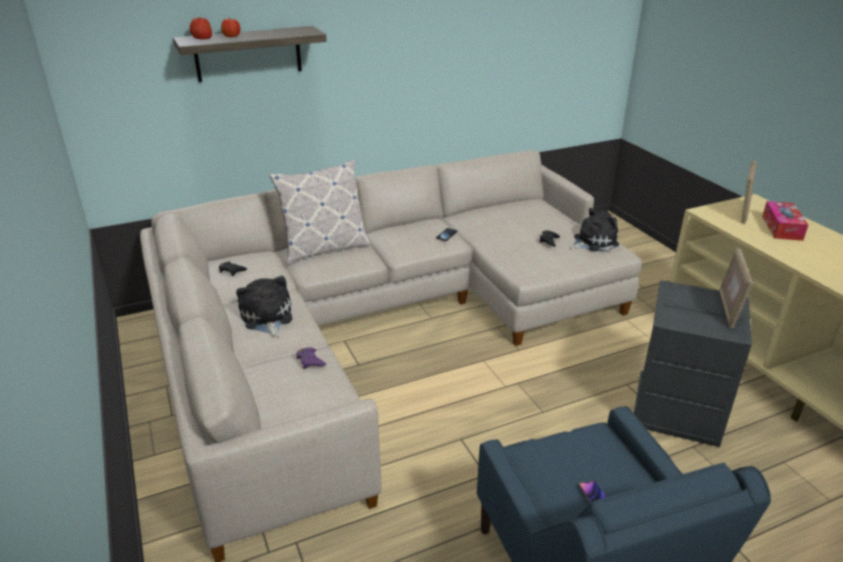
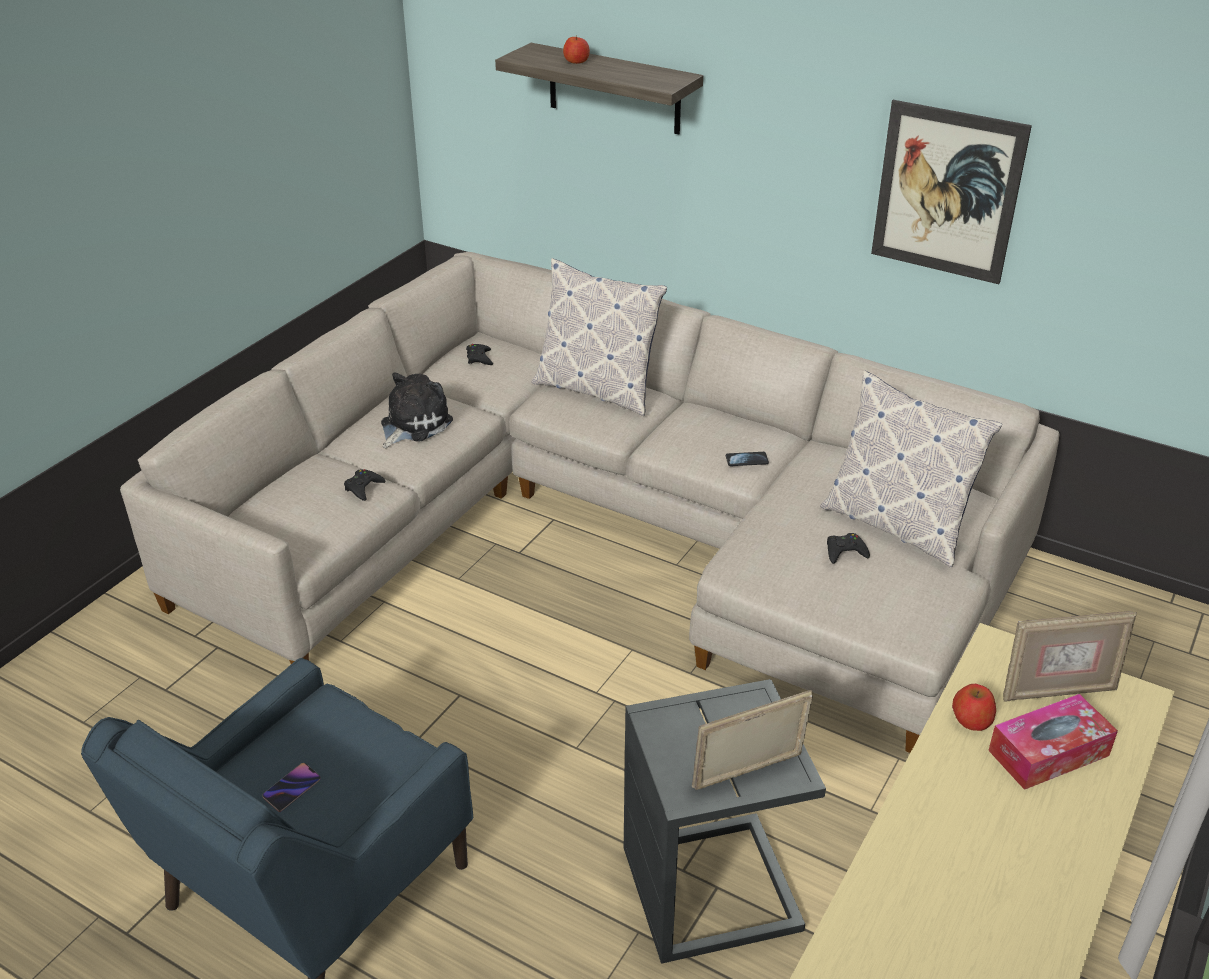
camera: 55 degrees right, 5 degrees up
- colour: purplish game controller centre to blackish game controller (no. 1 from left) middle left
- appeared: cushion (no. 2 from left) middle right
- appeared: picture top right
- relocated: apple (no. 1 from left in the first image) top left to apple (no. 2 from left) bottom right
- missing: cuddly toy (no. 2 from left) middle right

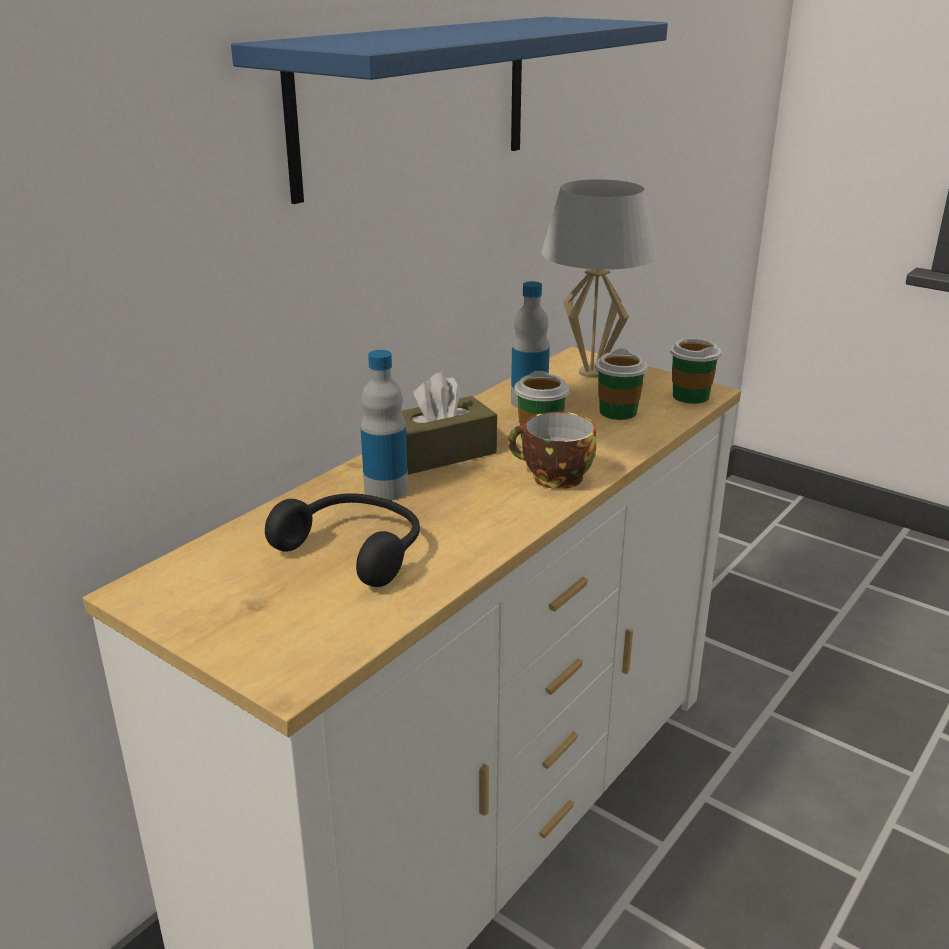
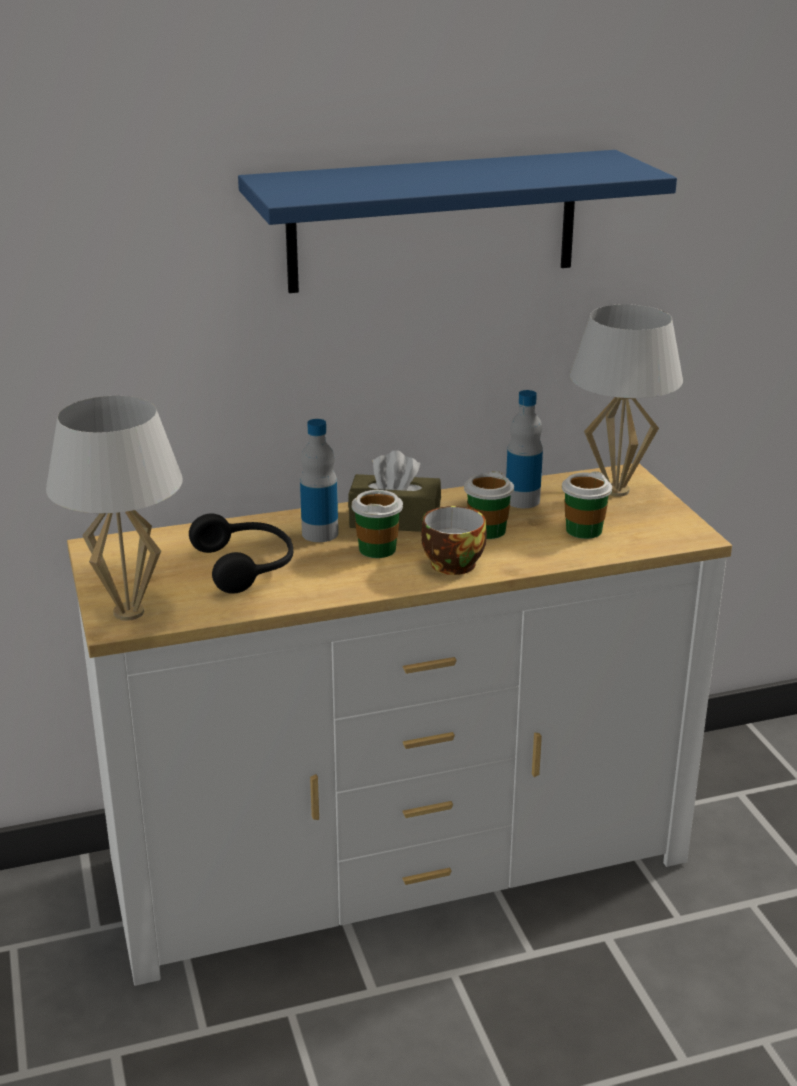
camera: 35 degrees right, 0 degrees up
- appeared: white-coloured table lamp (no. 1 from left) middle left
- relocated: cup (no. 4 from left in the first image) middle right to cup (no. 1 from left) centre

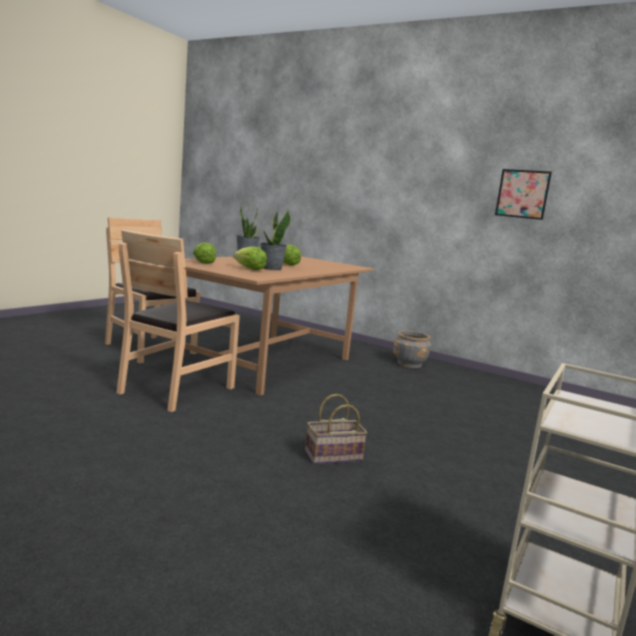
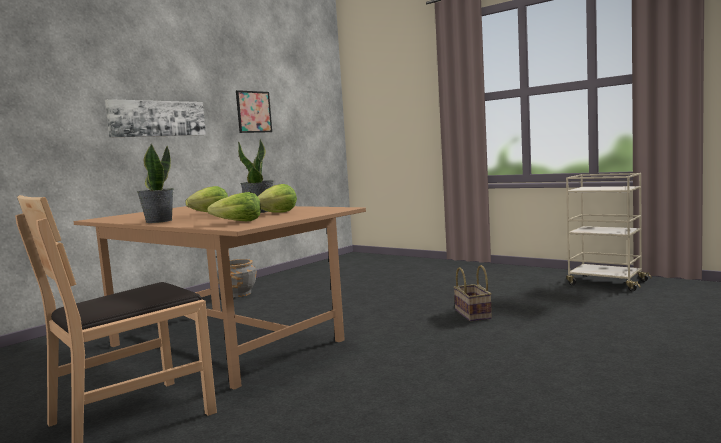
camera: 80 degrees left, 5 degrees down
- appeared: picture (no. 1 from left) top left
- missing: brown upright chair (no. 2 from left) middle left

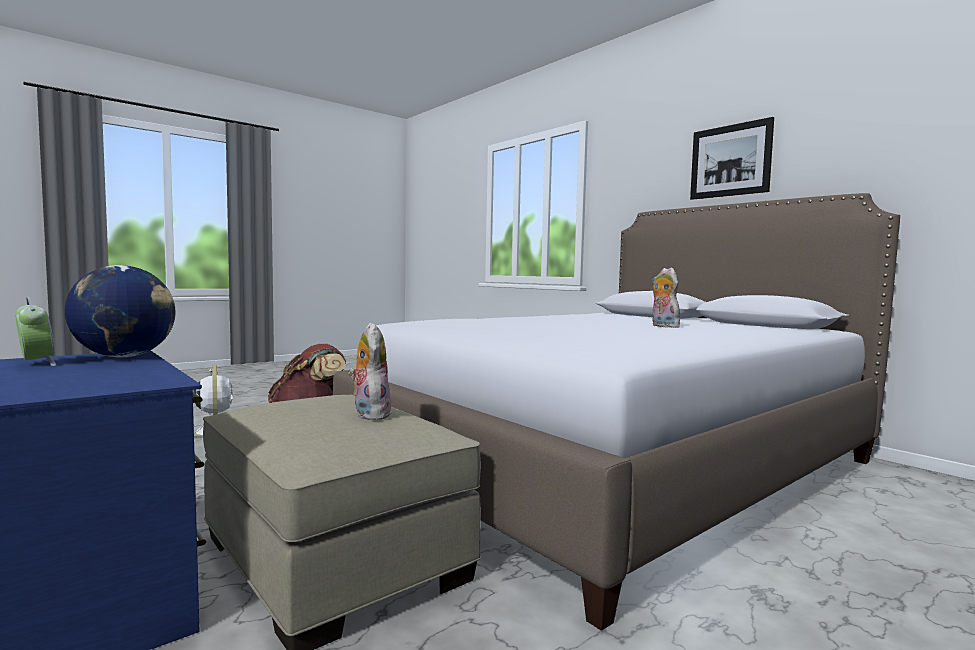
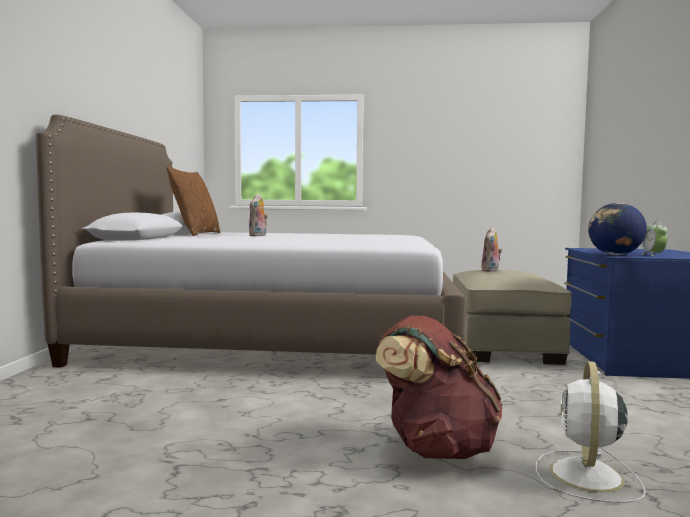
camera: 135 degrees left, 0 degrees up
- appeared: brown cushion middle left
- missing: picture top right

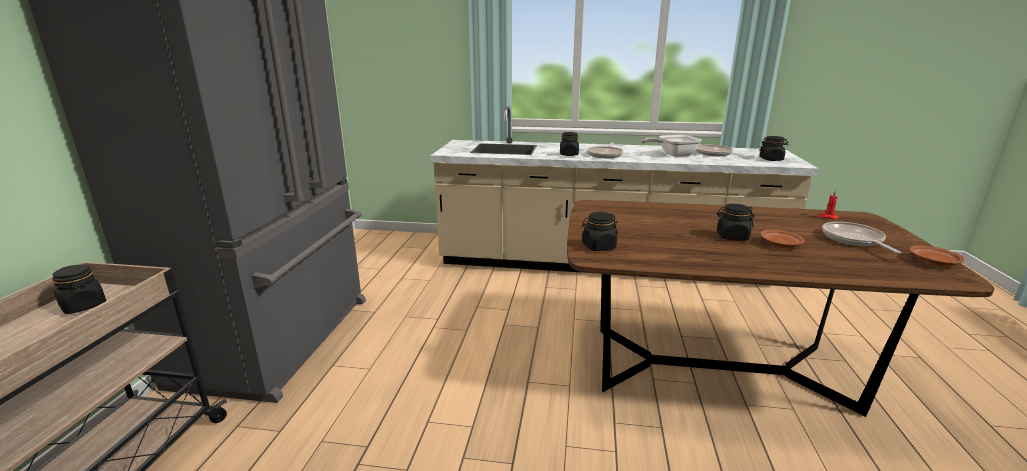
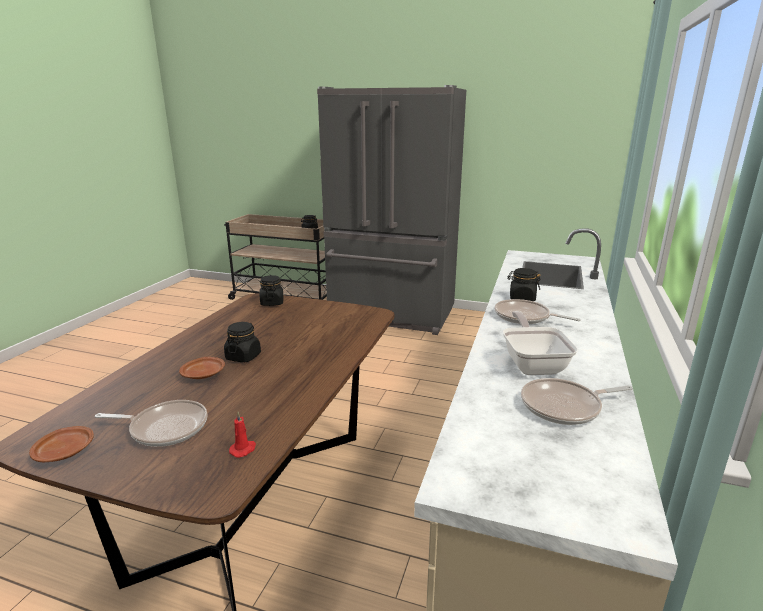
camera: 100 degrees right, 0 degrees up
- missing: blackish jar (no. 5 from left) top right

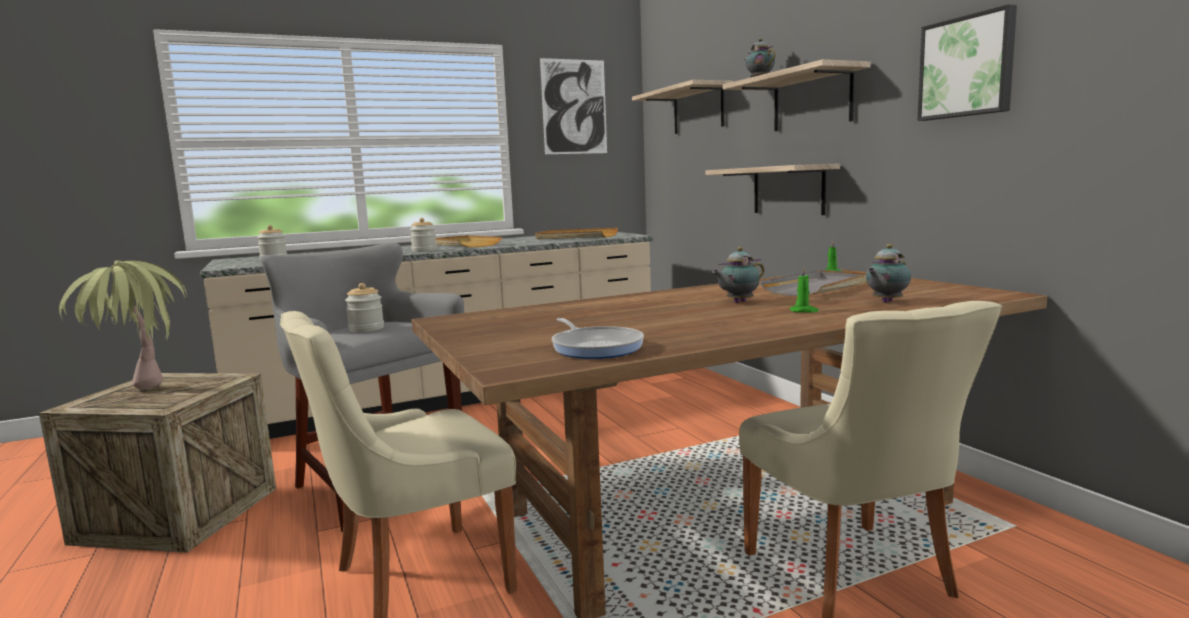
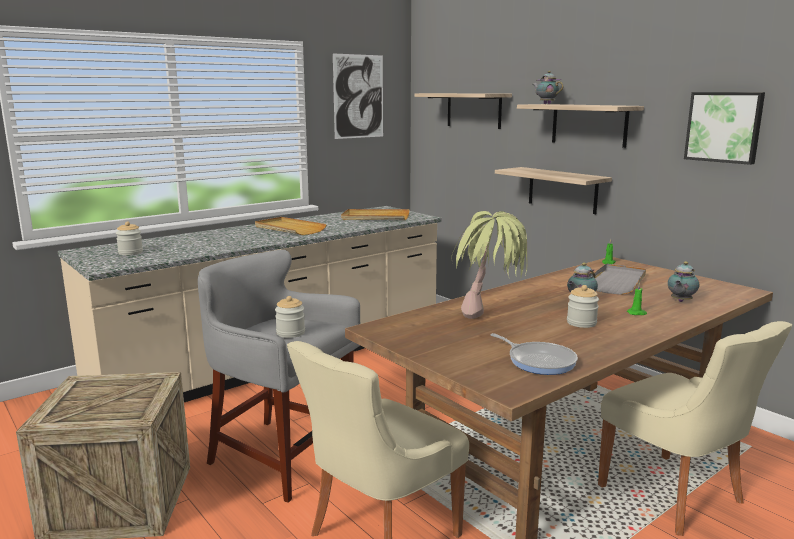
camera: 15 degrees left, 5 degrees up
- relocated: plant in a pot middle left to centre
- relocated: jar (no. 3 from left) centre to middle right

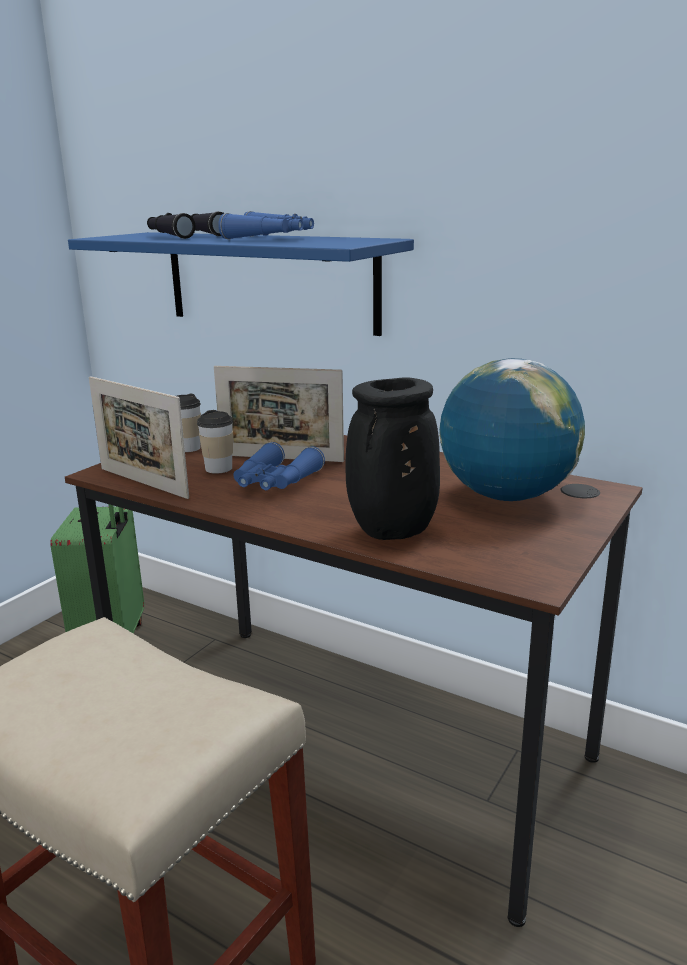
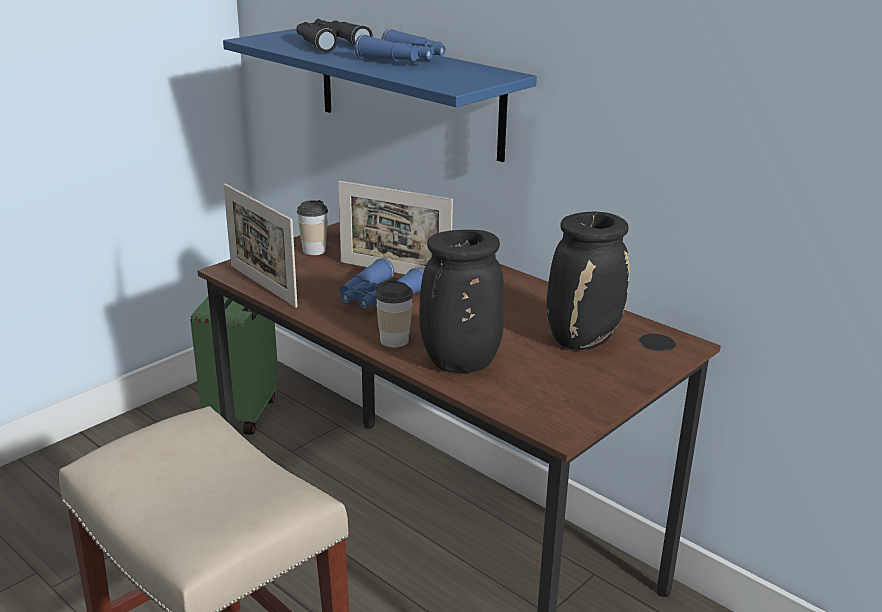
camera: 10 degrees right, 5 degrees up
- relocated: cup (no. 2 from left) middle left to centre
- exchanged: desk globe middle right to blackish vase (no. 2 from left) middle right

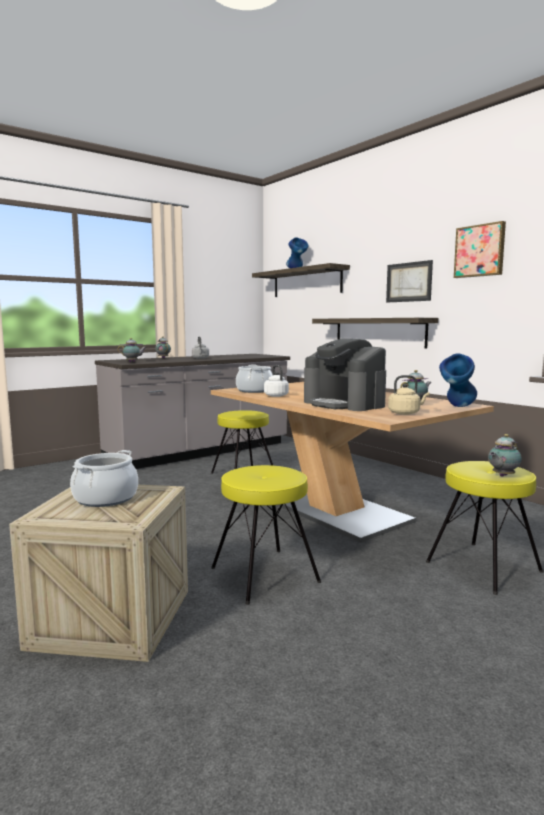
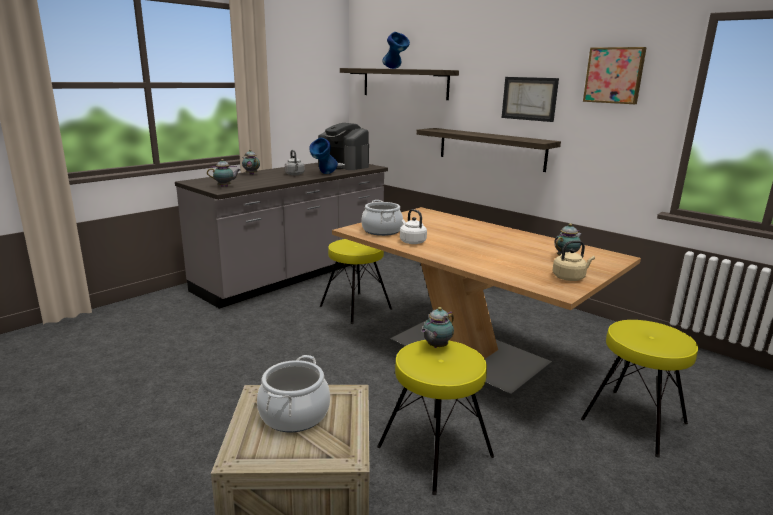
camera: 10 degrees left, 10 degrees up
- relocated: bluish vase (no. 2 from left in the first image) middle right to bluish vase (no. 1 from left) top centre
- relocated: coffee brewer centre to top centre
- relocated: teapot (no. 4 from left in the first image) middle right to teapot (no. 3 from left) centre

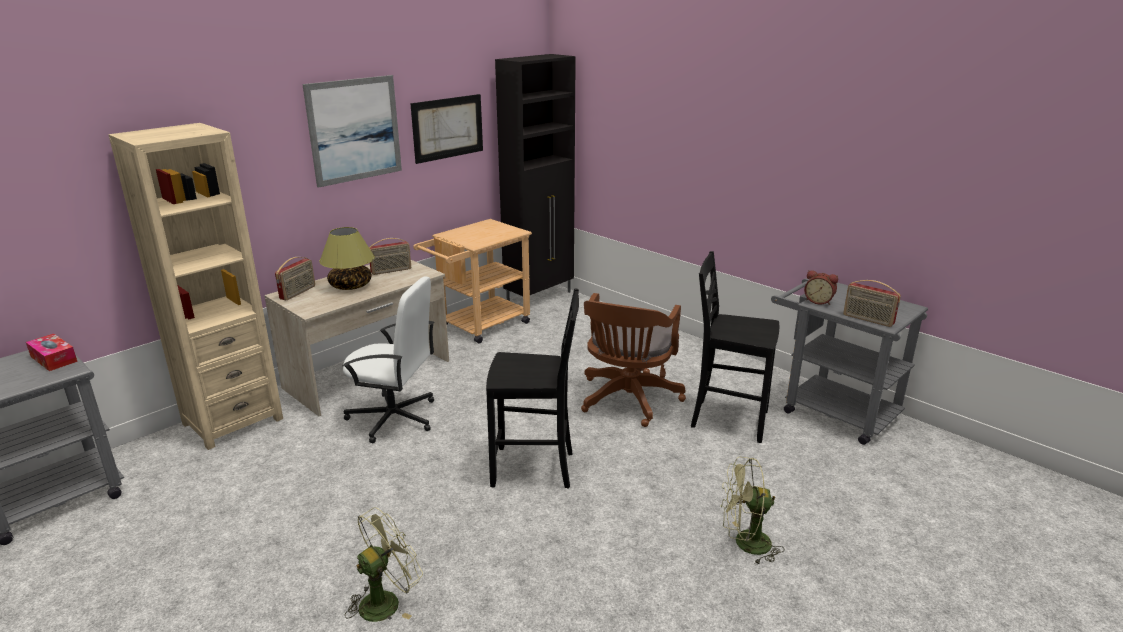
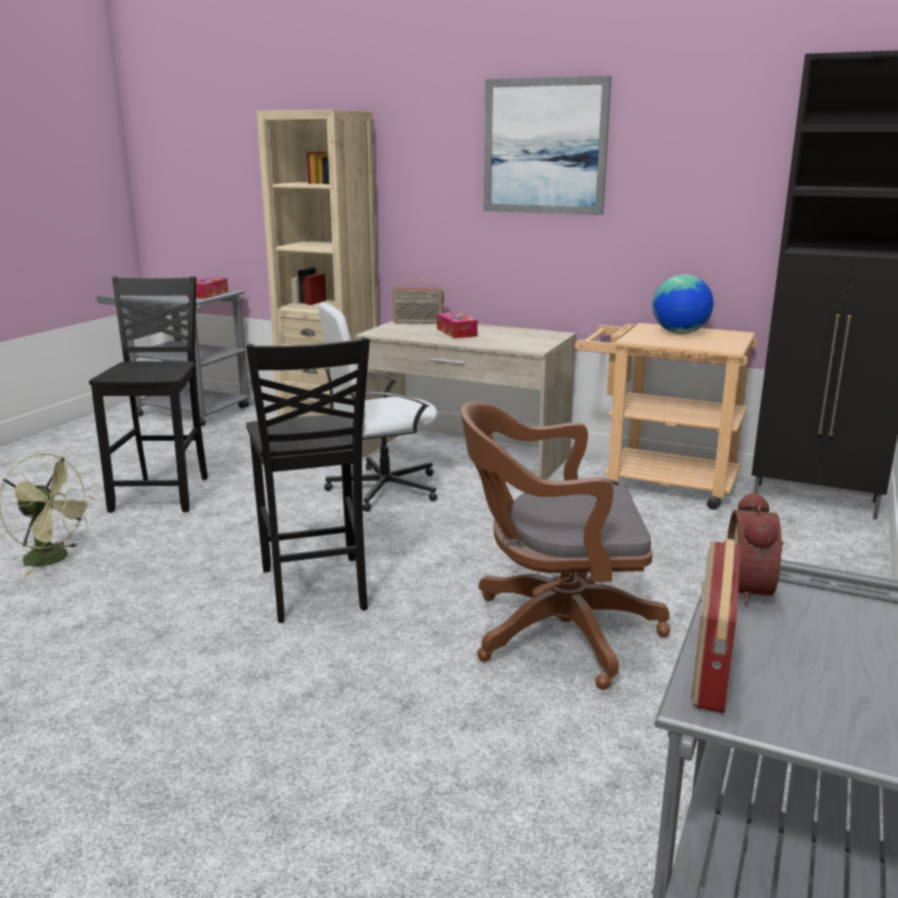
camera: 70 degrees right, 5 degrees down
- relocated: blackish upright chair (no. 2 from left in the first image) centre to blackish upright chair (no. 1 from left) middle left
- spun: white-coloured computer chair centre = centre 75 degrees clockwise
- exchanged: table lamp middle left to tissue box (no. 2 from left) centre
- appeared: desk globe middle right
- missing: radio set (no. 2 from left) centre
- missing: picture (no. 2 from left) top centre
- missing: greenish fan (no. 2 from left) bottom right

